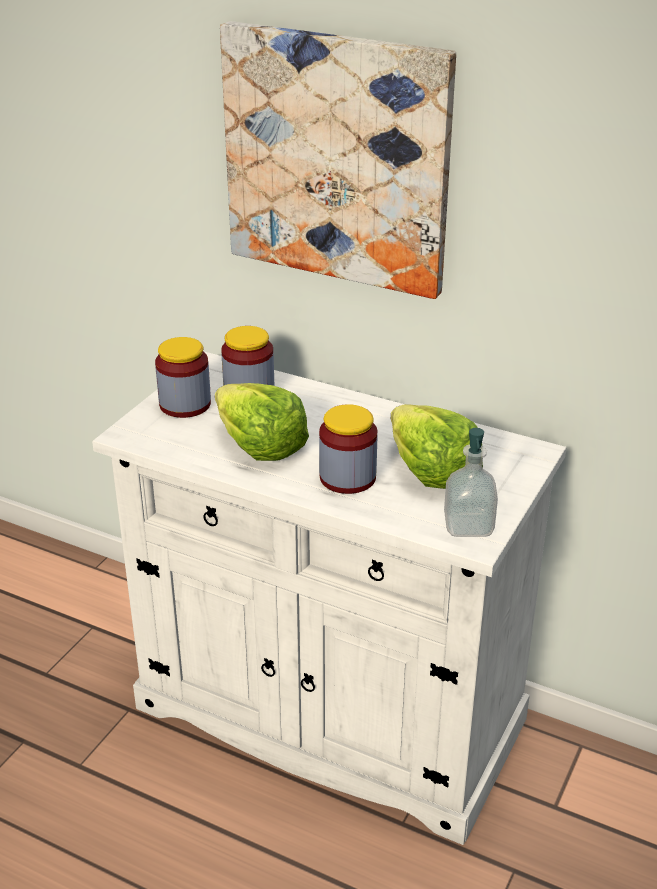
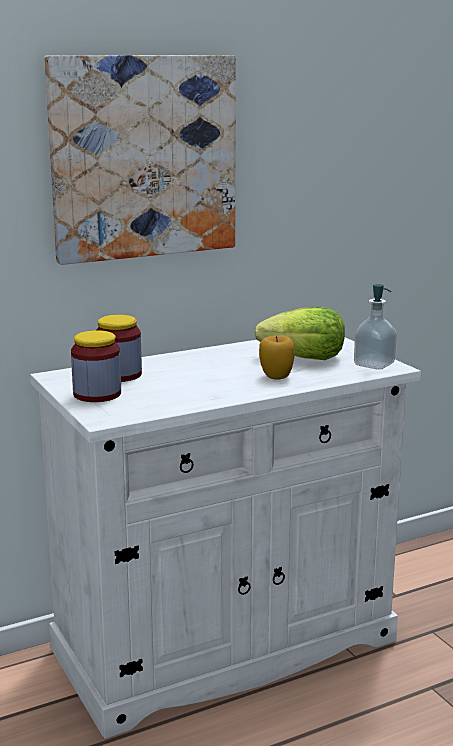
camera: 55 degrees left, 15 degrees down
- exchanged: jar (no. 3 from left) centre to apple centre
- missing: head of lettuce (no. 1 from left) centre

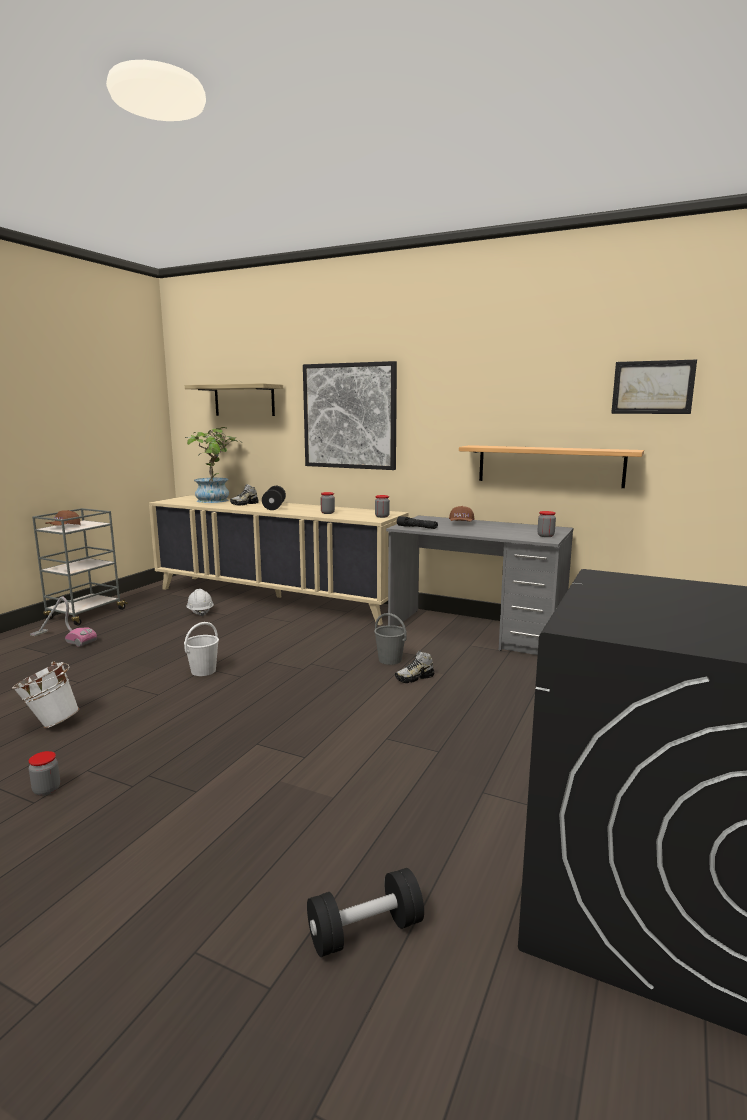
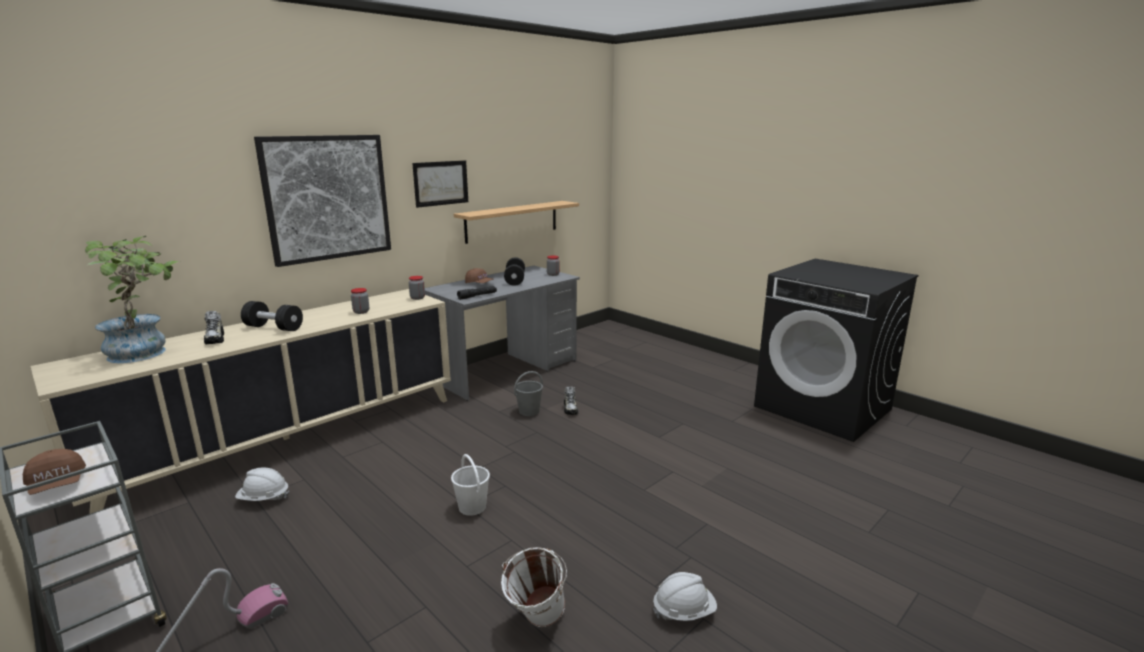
camera: 70 degrees left, 5 degrees up
- relocated: picture (no. 2 from left) middle right to top centre
- relocated: blackish free weight (no. 2 from left) bottom centre to centre
- exchanged: jar (no. 1 from left) bottom left to white-coloured safety helmet (no. 2 from left) bottom centre
- missing: shelf (no. 1 from left) middle left

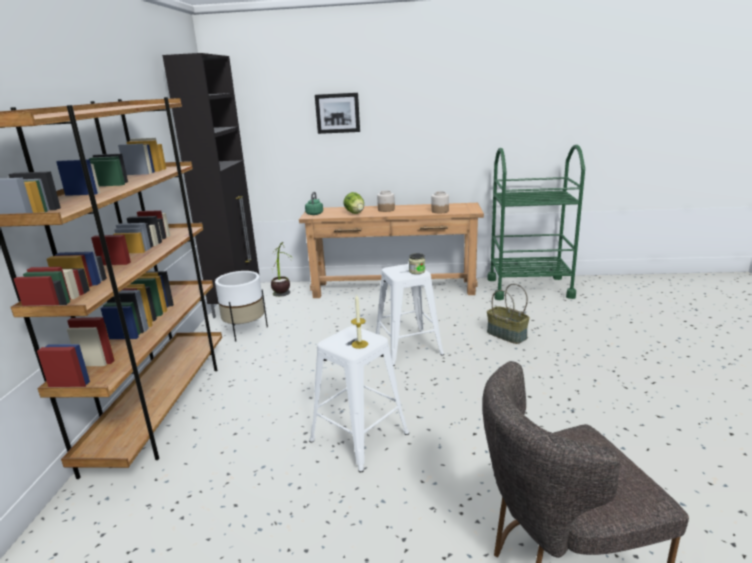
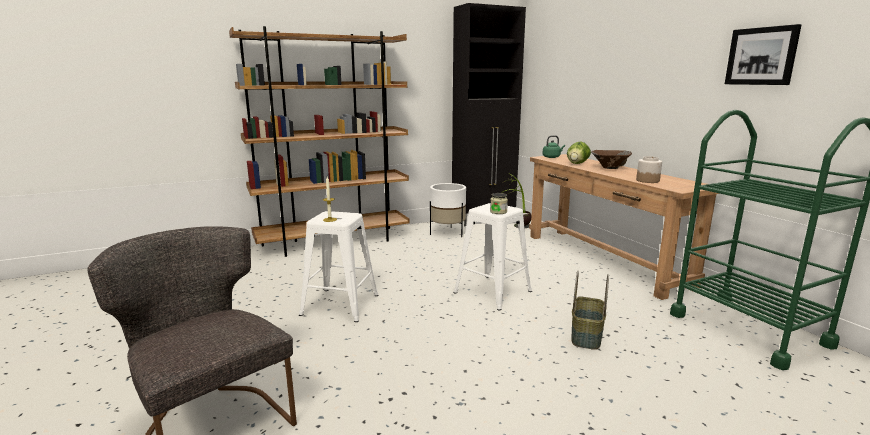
camera: 60 degrees right, 5 degrees down
- exchanged: jar (no. 1 from left) centre to brown deep dish middle right
- relocated: picture top centre to top right

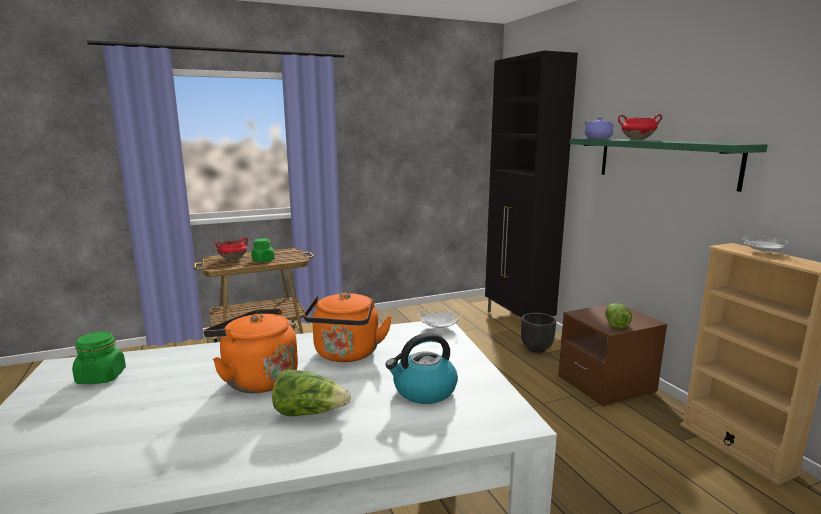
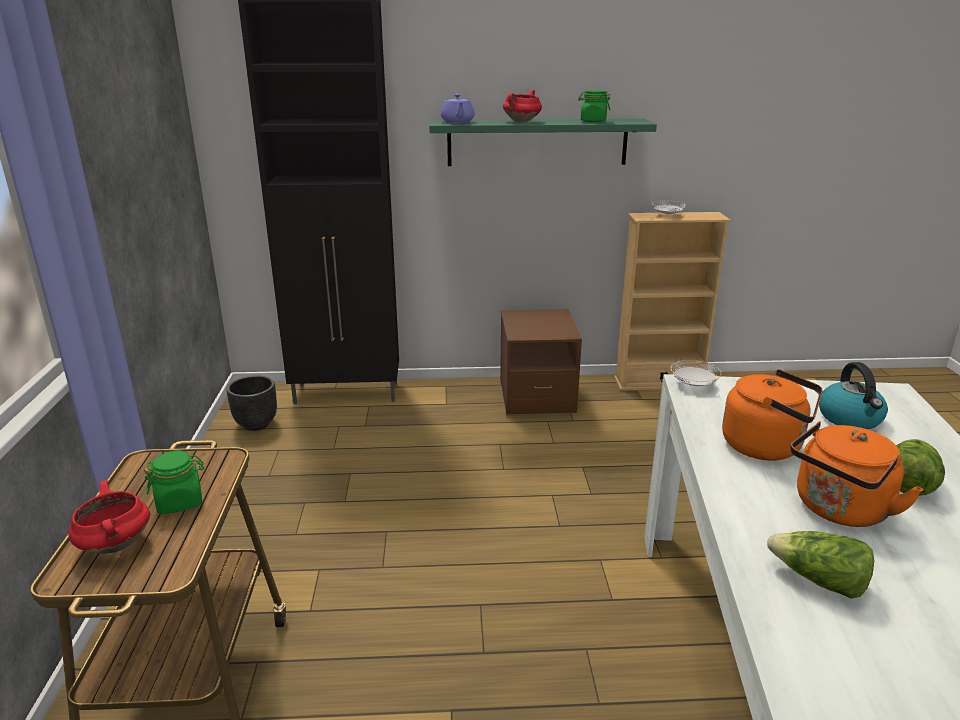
camera: 70 degrees left, 10 degrees up
- relocated: blackish flower pot centre to middle left
- relocated: greenish jar (no. 1 from left in the first image) bottom left to greenish jar (no. 2 from left) top centre
- relocated: head of lettuce (no. 2 from left in the first image) middle right to head of lettuce (no. 1 from left) bottom right

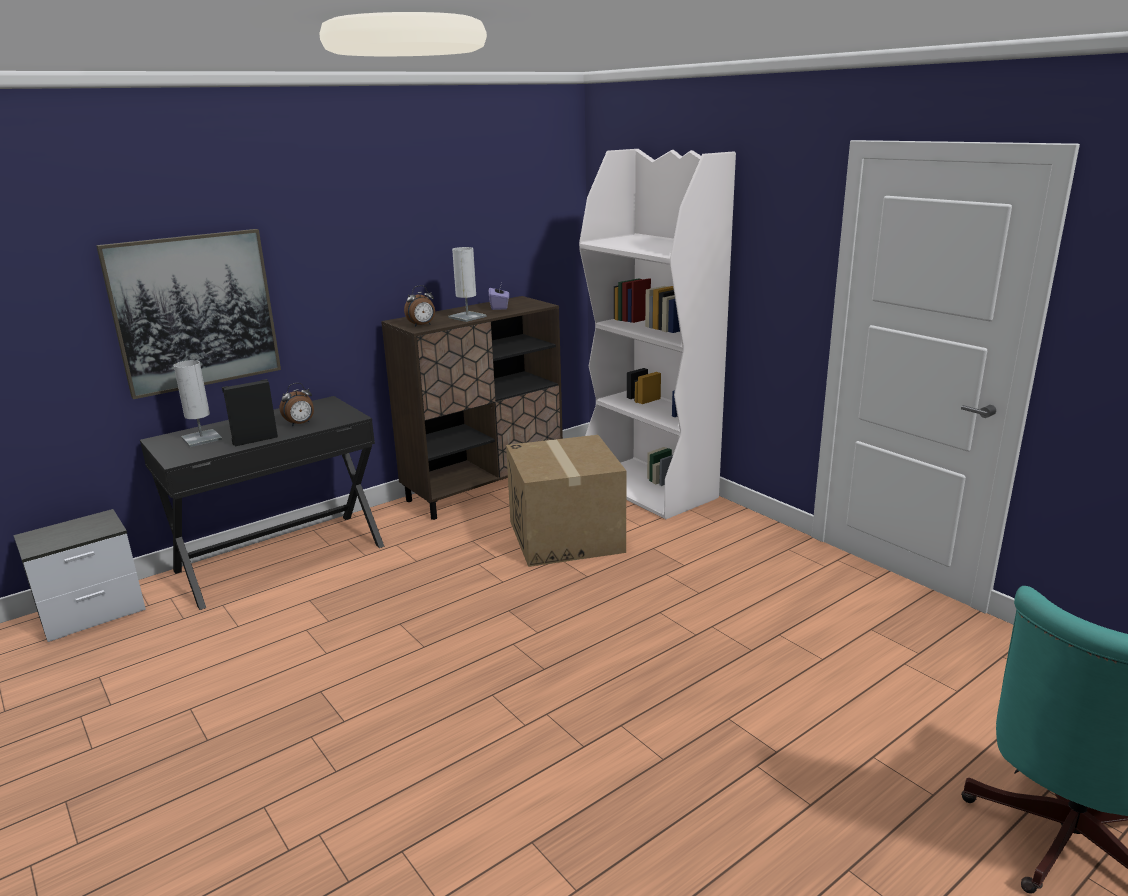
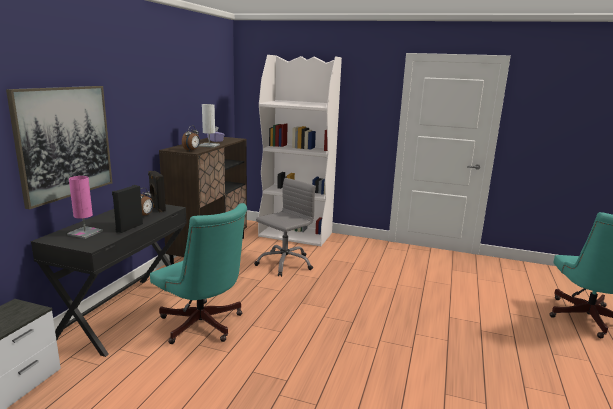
camera: 35 degrees left, 5 degrees down
- colour: white-coloured table lamp (no. 1 from left) middle left to pink table lamp middle left
- appeared: blackish audio speaker (no. 2 from left) middle left
- appeared: turquoise-coloured computer chair (no. 1 from left) bottom left
- exchanged: carton centre to greyish computer chair centre

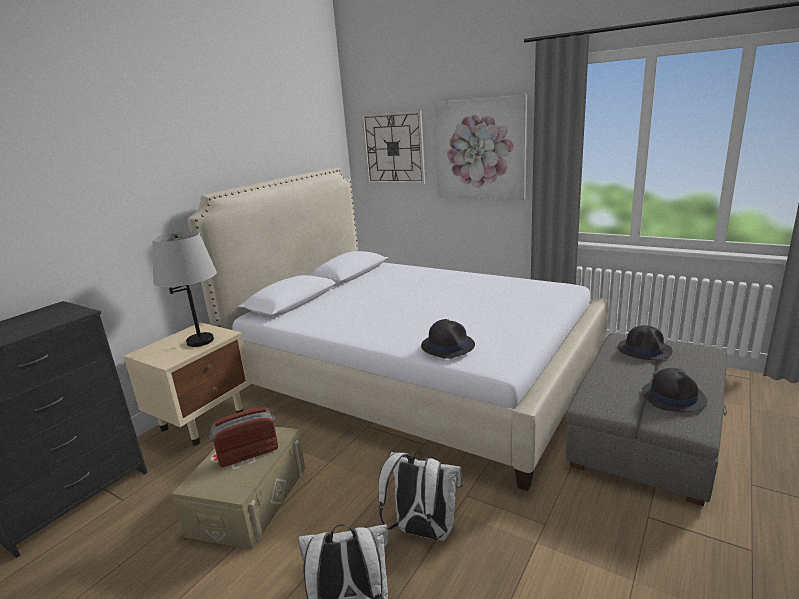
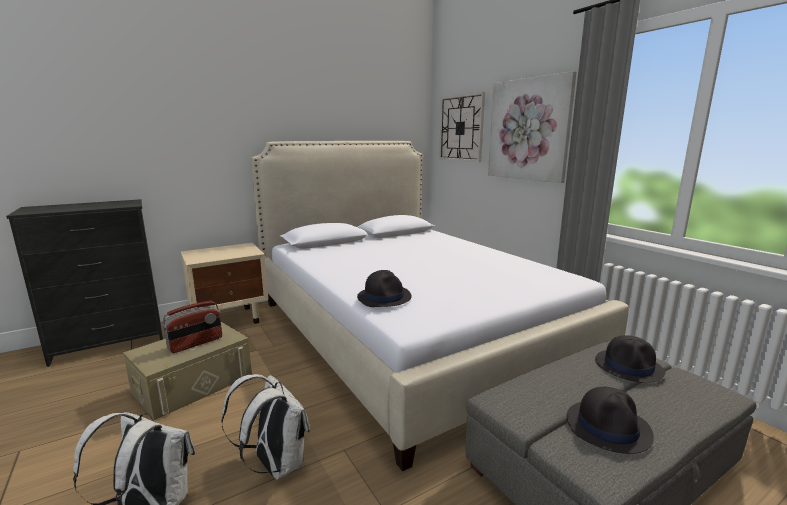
camera: 25 degrees right, 5 degrees down
- spun: radio set bottom left = middle left 135 degrees clockwise
- missing: greyish table lamp middle left

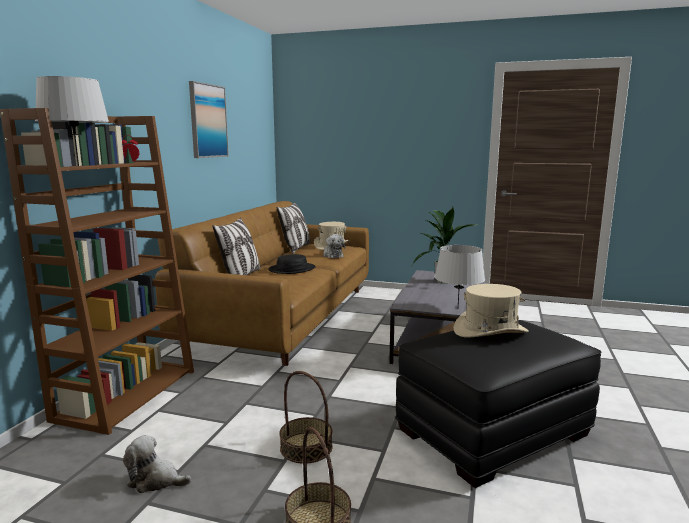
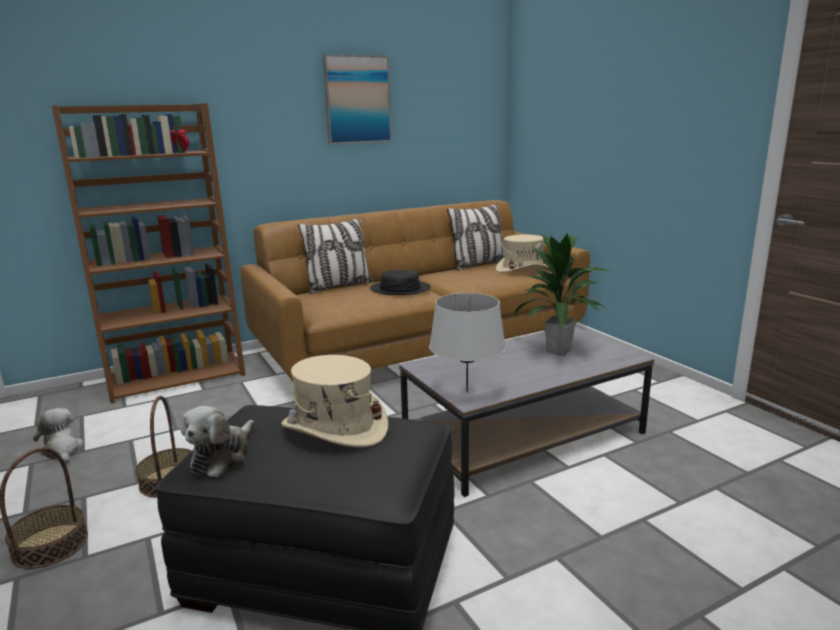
camera: 45 degrees right, 5 degrees up
- relocated: cuddly toy (no. 2 from left) centre to bottom left
- missing: greyish table lamp (no. 1 from left) top left

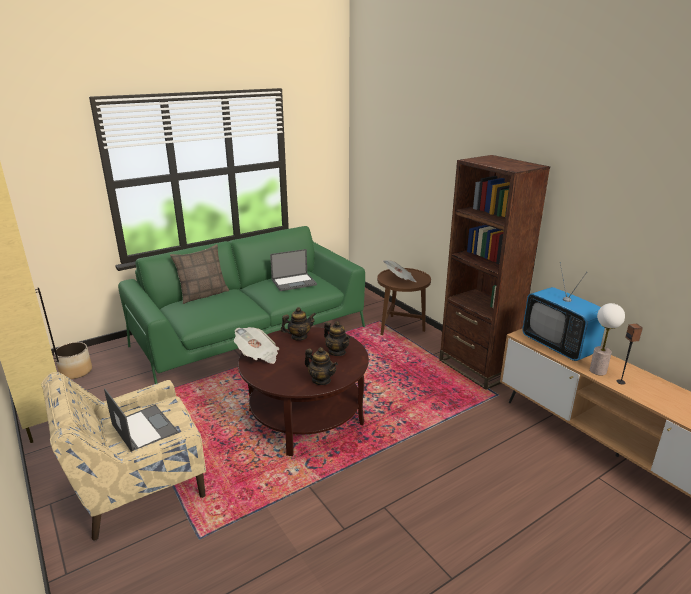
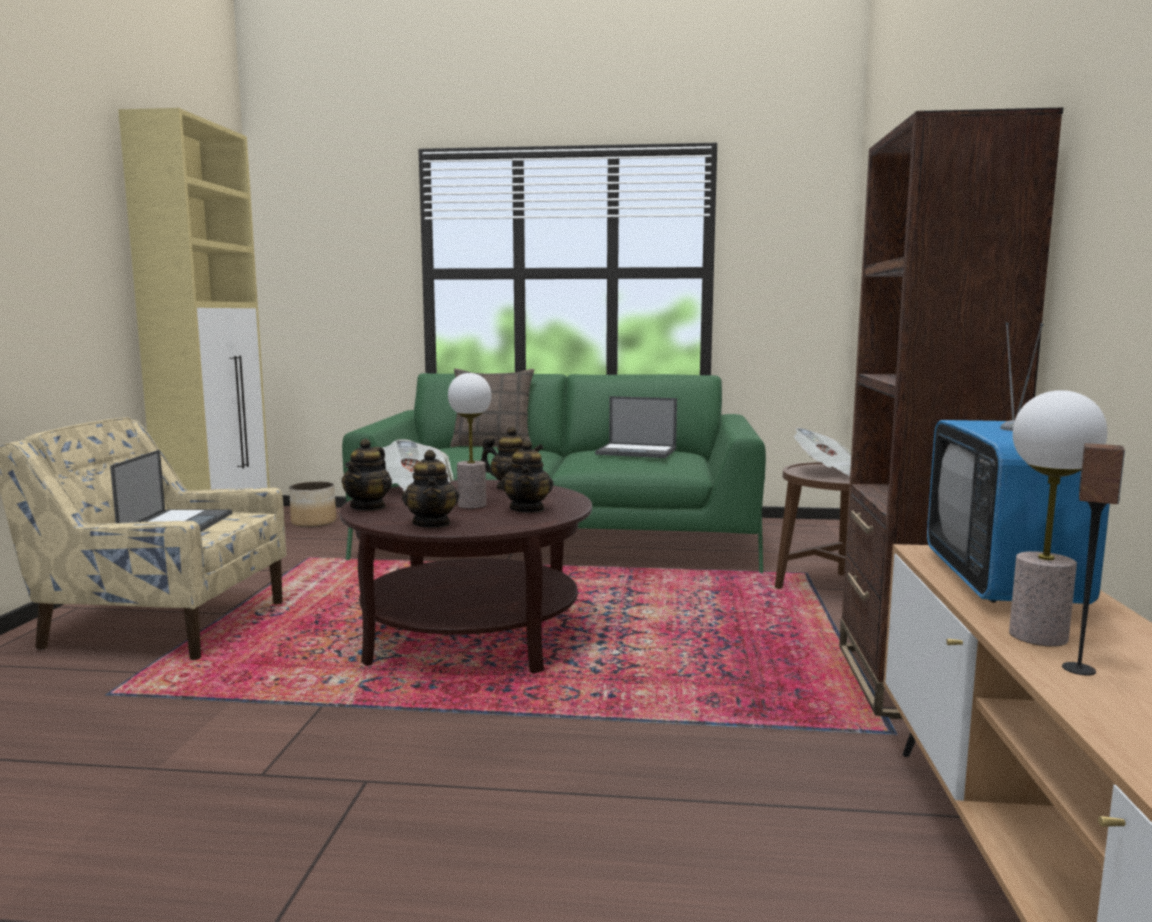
camera: 40 degrees right, 15 degrees down
- appeared: teapot (no. 1 from left) middle left
- appeared: table lamp (no. 1 from left) centre

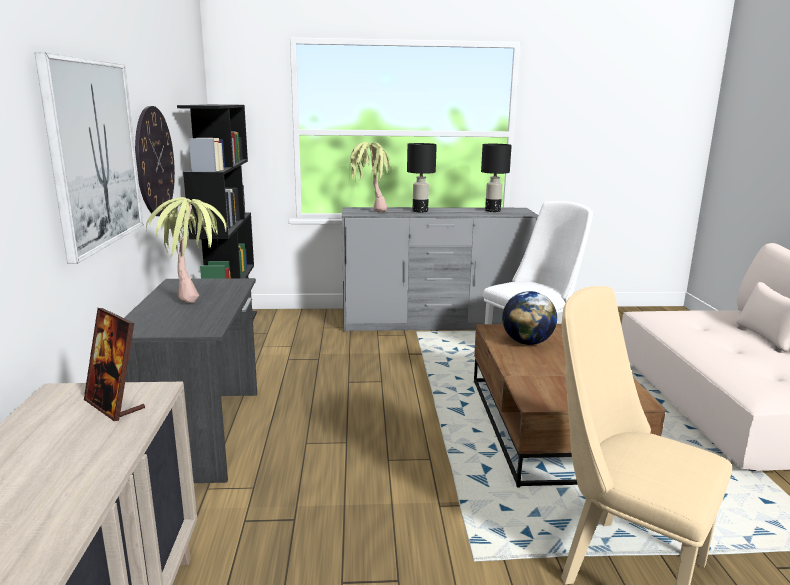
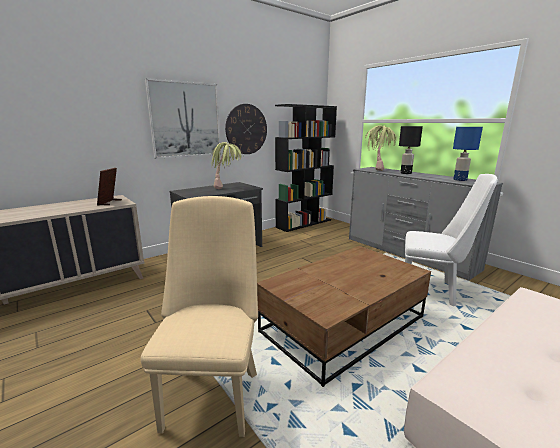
camera: 55 degrees right, 0 degrees up
- colour: blackish table lamp (no. 2 from left) top centre to bluish table lamp middle right
- missing: desk globe middle right

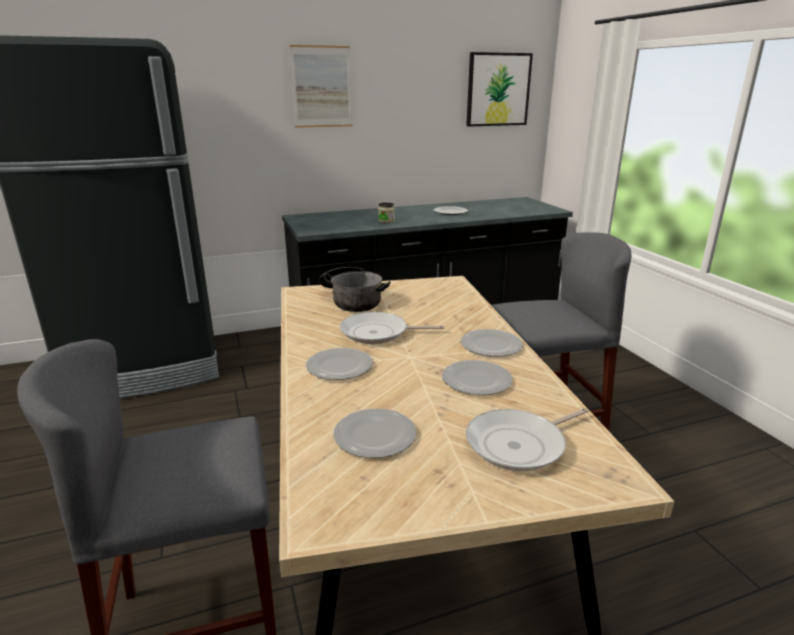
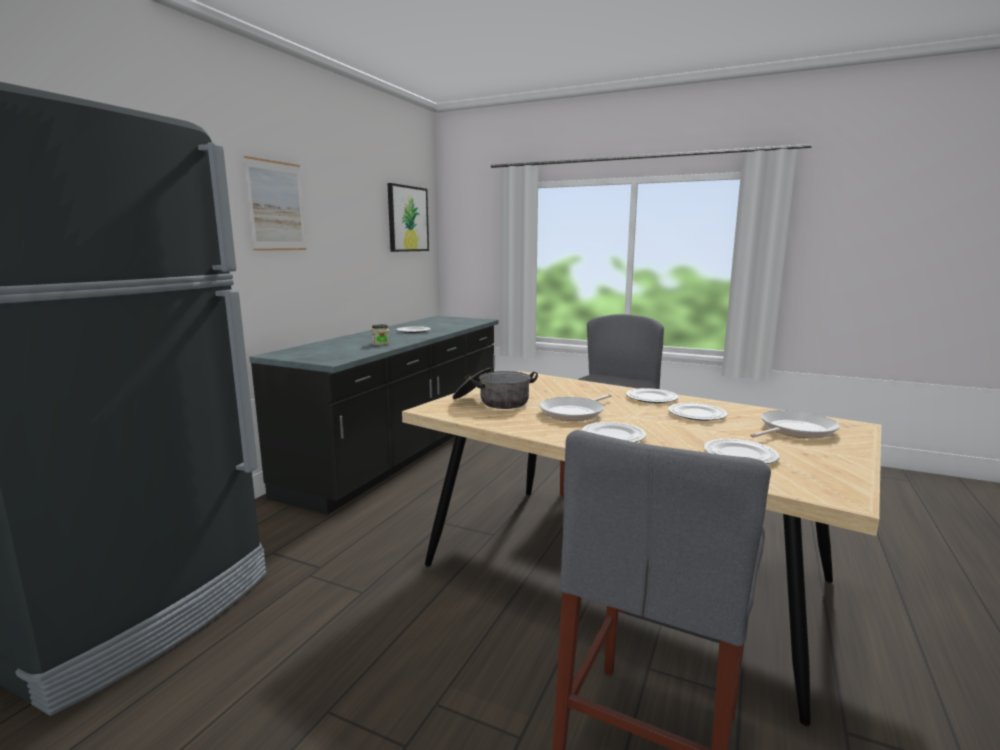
camera: 45 degrees left, 10 degrees down
- spun: pan (no. 2 from left) bottom centre = middle right 135 degrees counterclockwise

